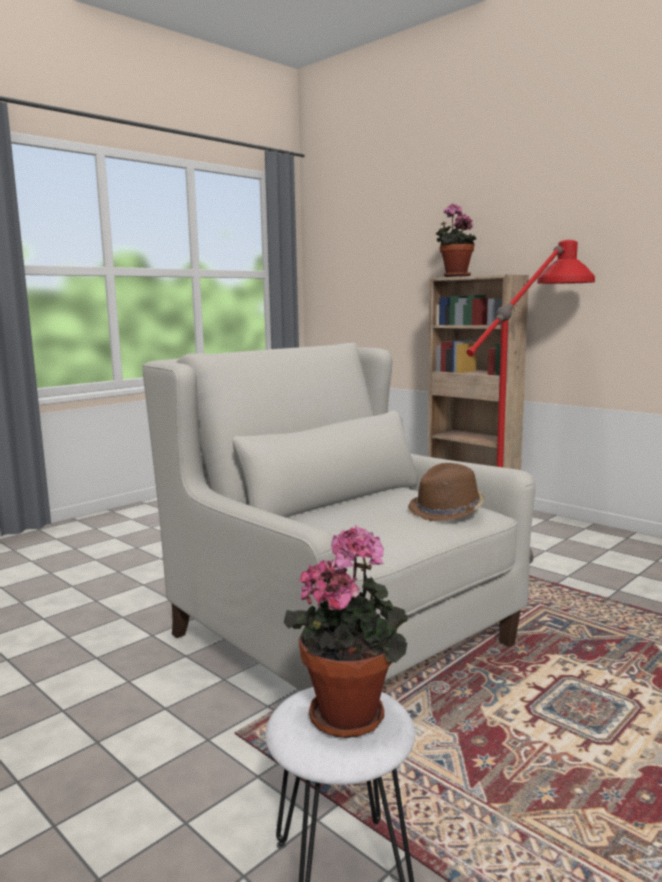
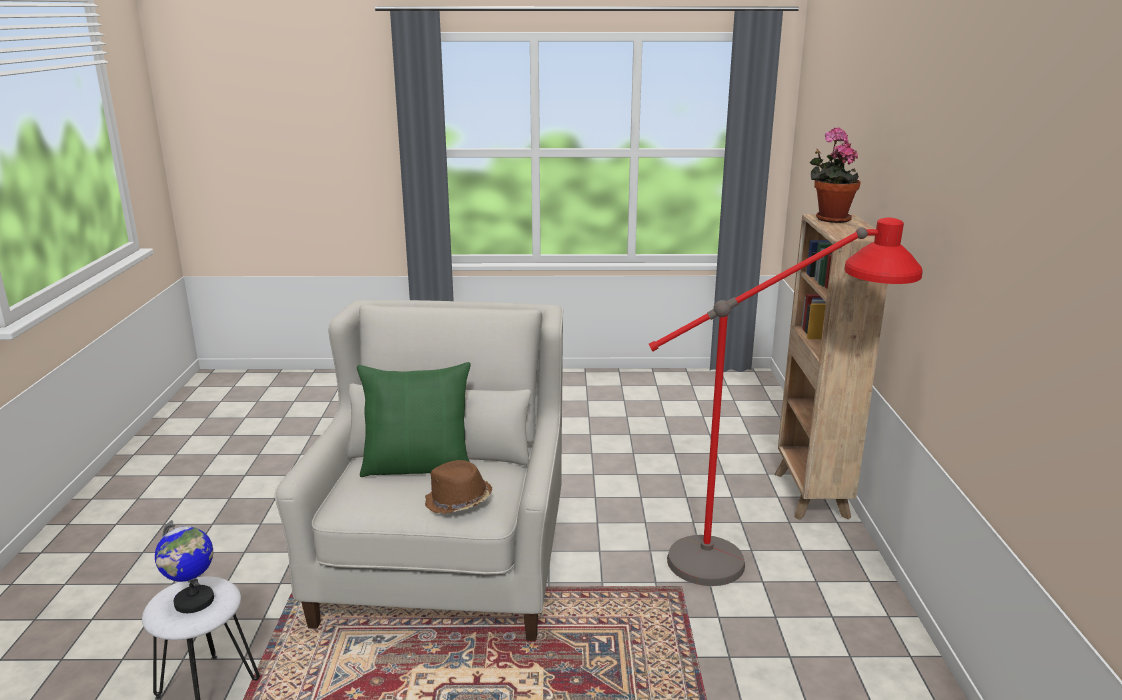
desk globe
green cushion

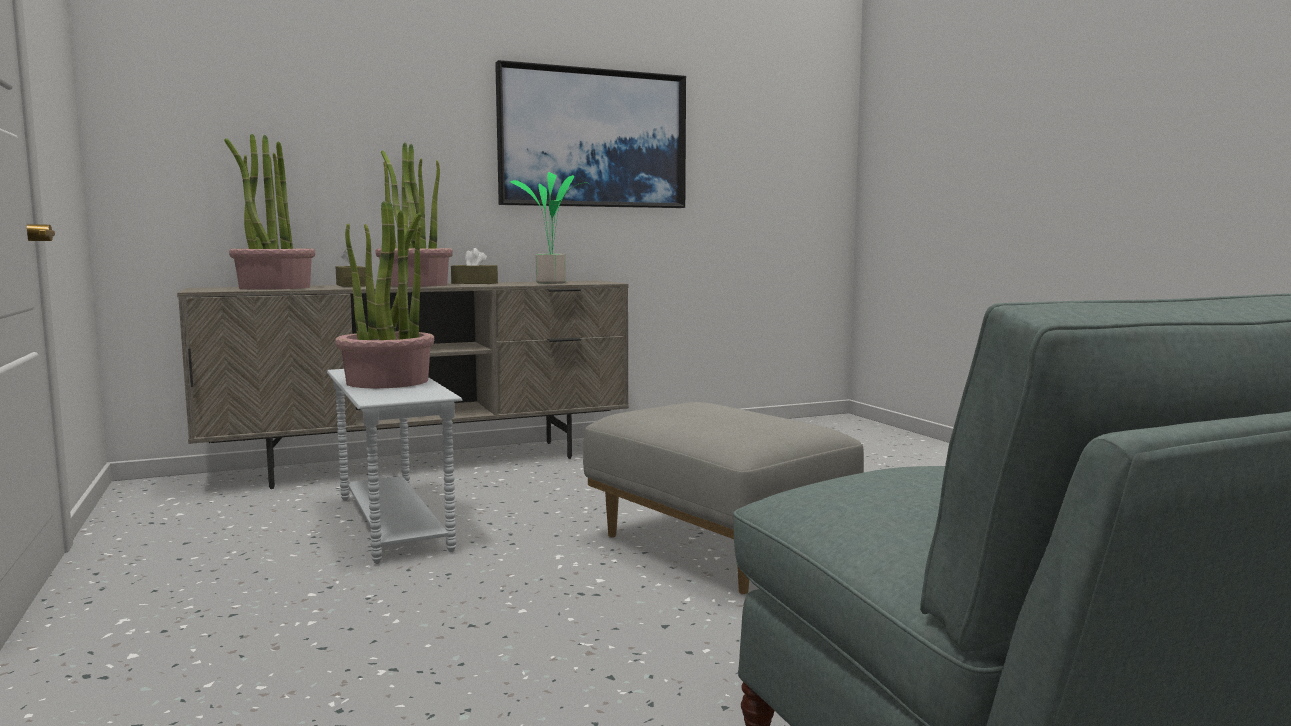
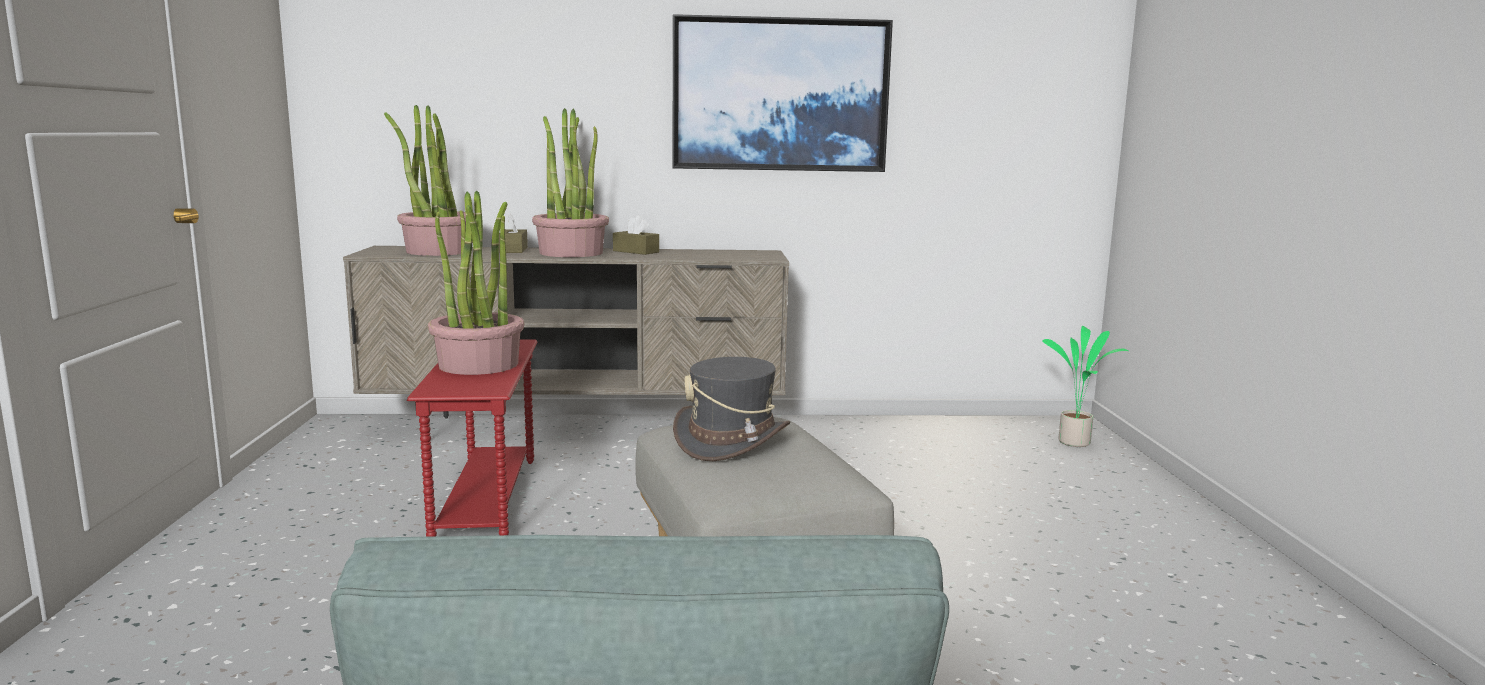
reddish accent table
greyish clothing hat
plant in a pot (4th from left)

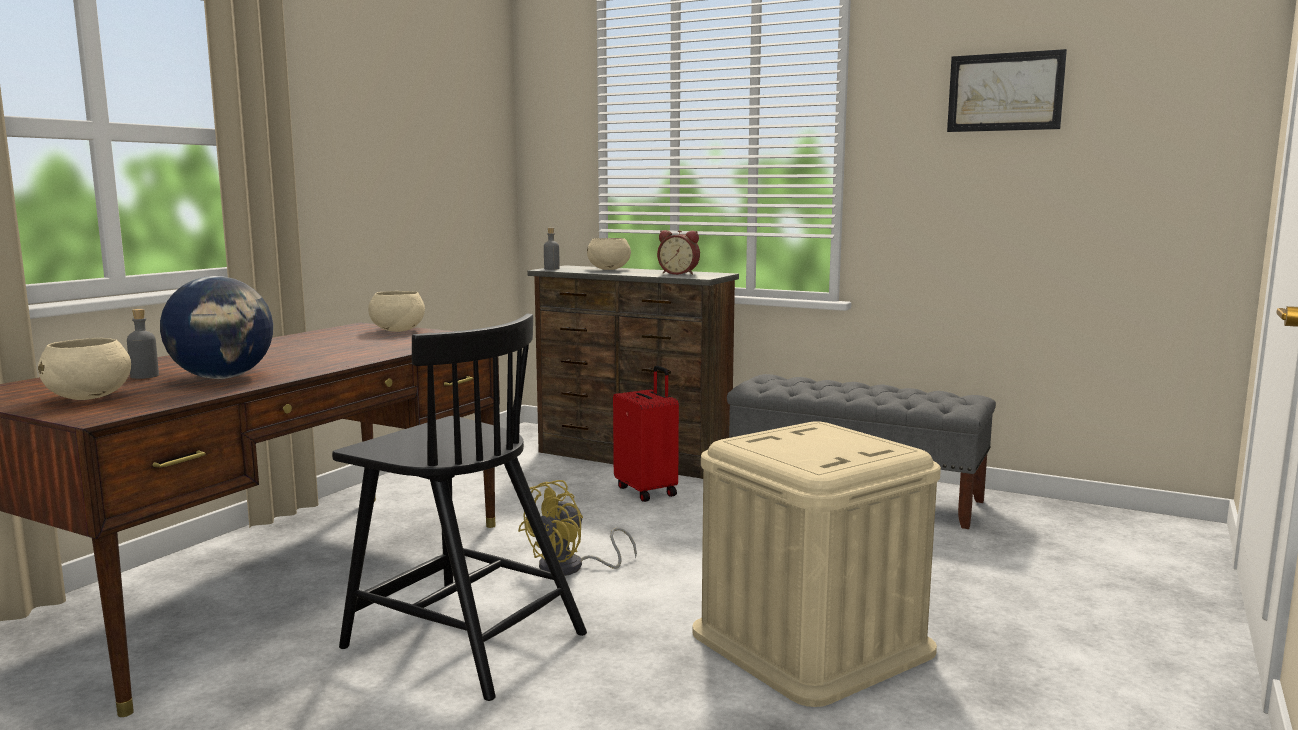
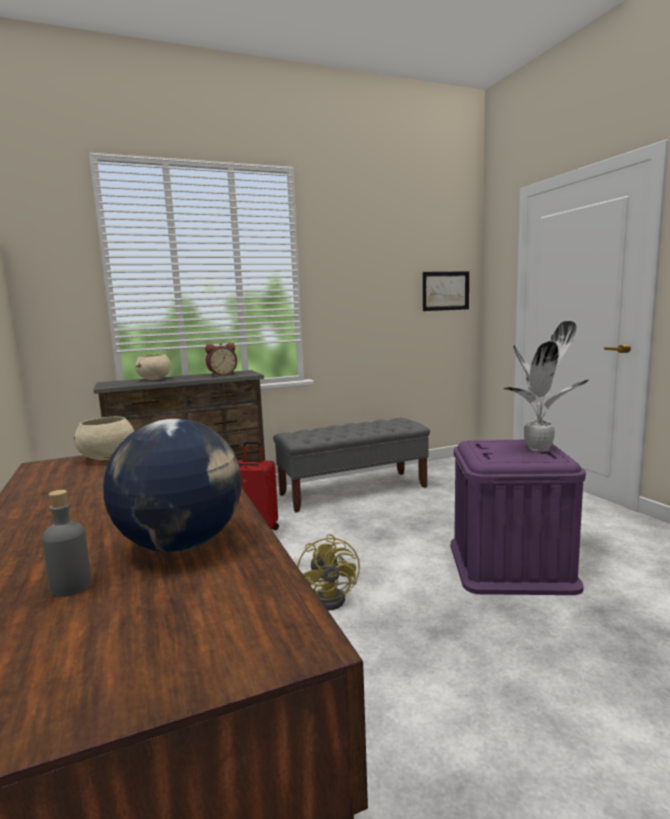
picture
purplish storage box
plant in a pot
beige deep dish (1st from left in the first image)
black chair
greyish beverage bottle (2nd from left in the first image)

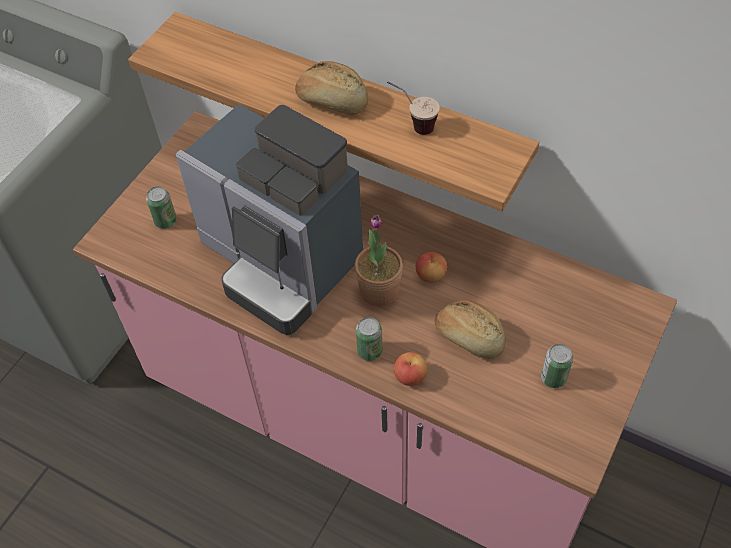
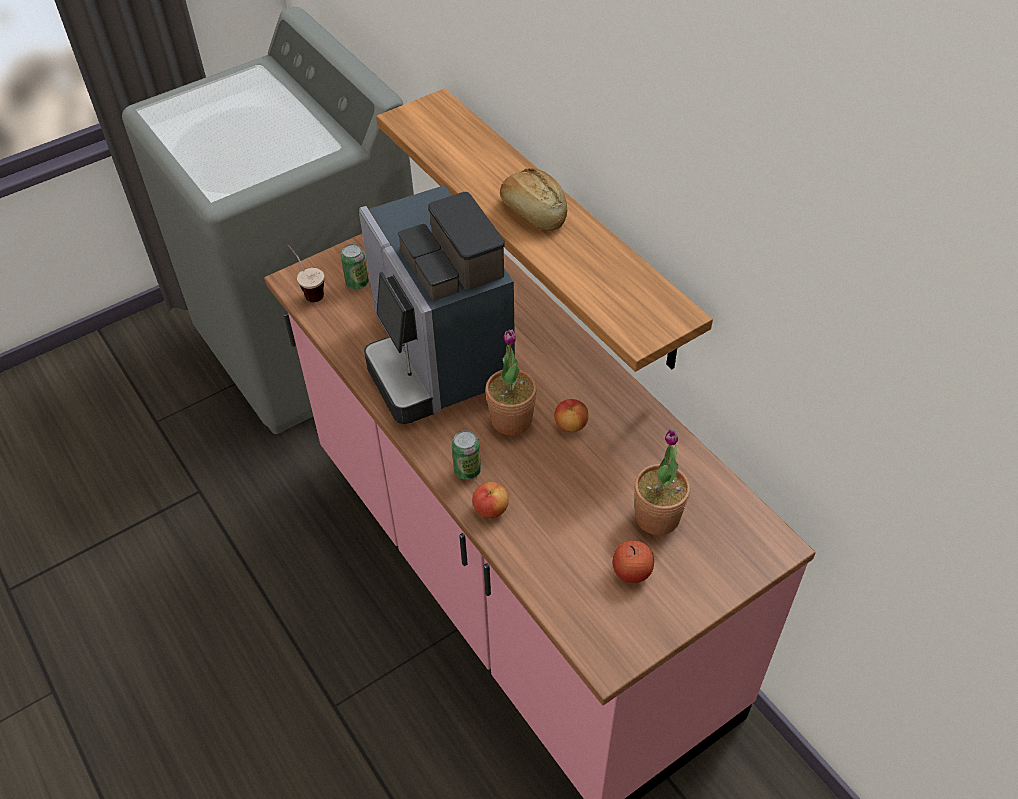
cup
apple fruit (3rd from left)
plant in a pot (2nd from left)
bread (2nd from left in the first image)

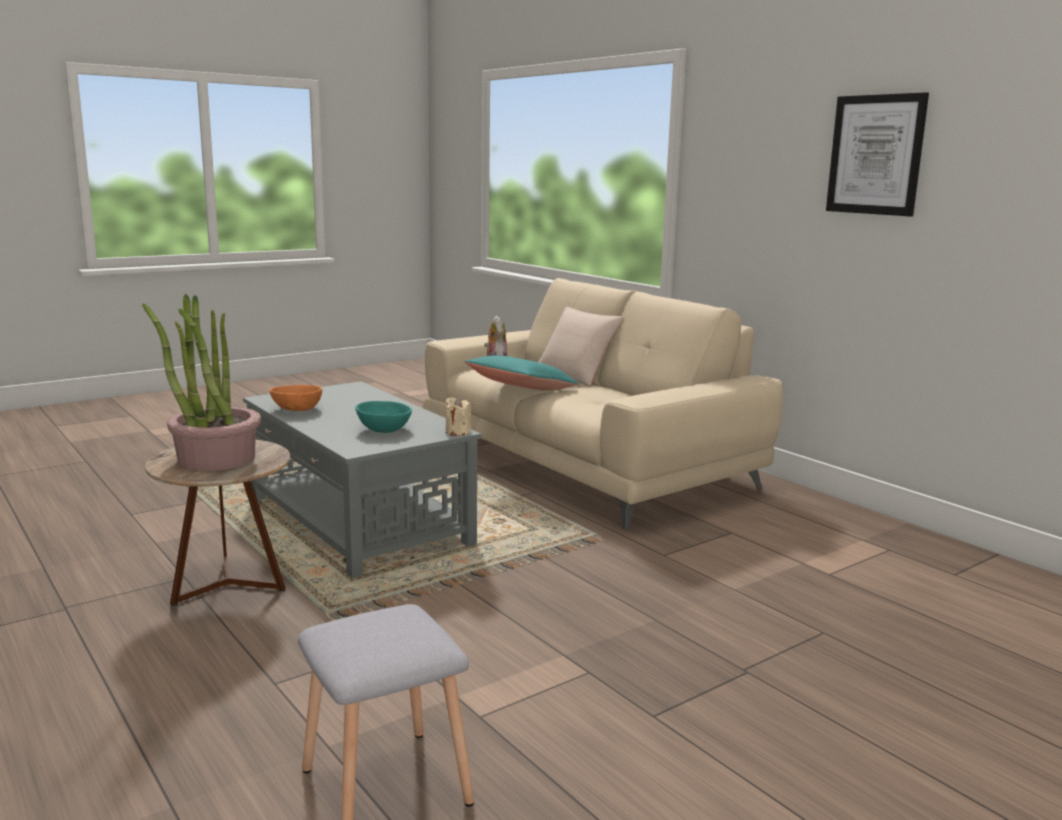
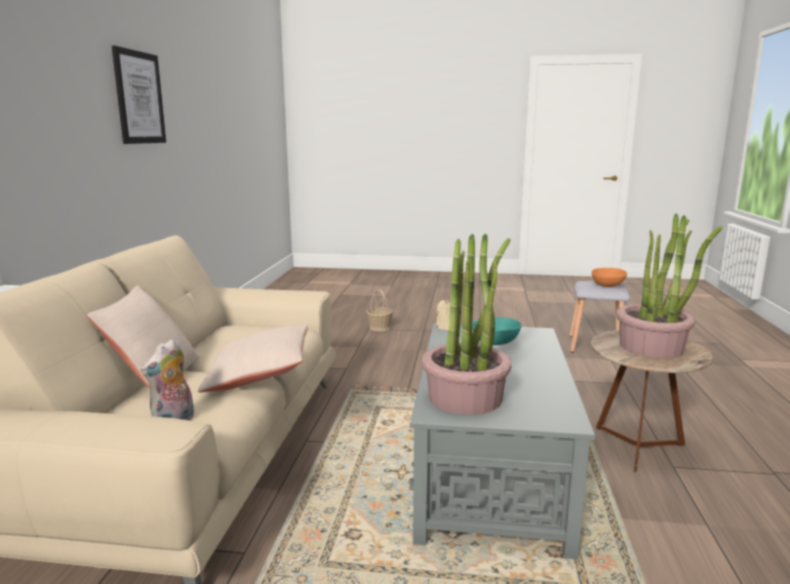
beige cushion (2nd from left)
storage basket
plant in a pot (1st from left)
orange-coloured deep dish

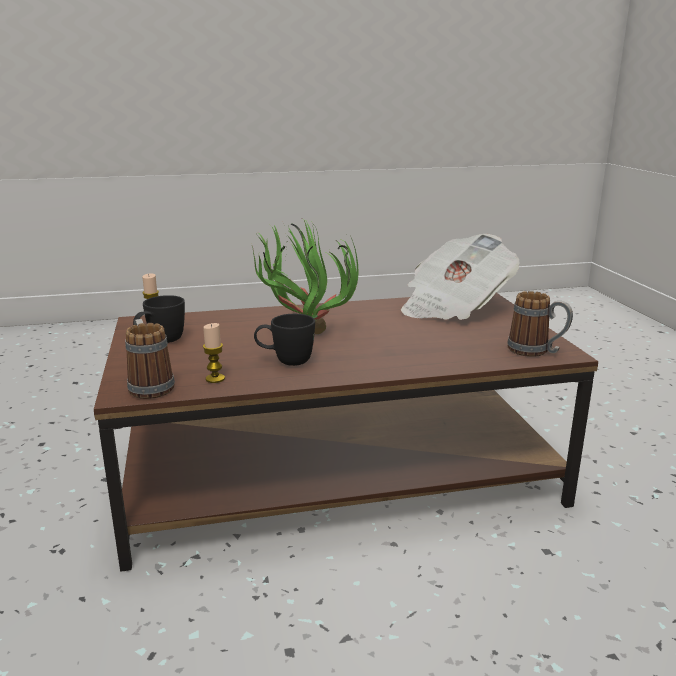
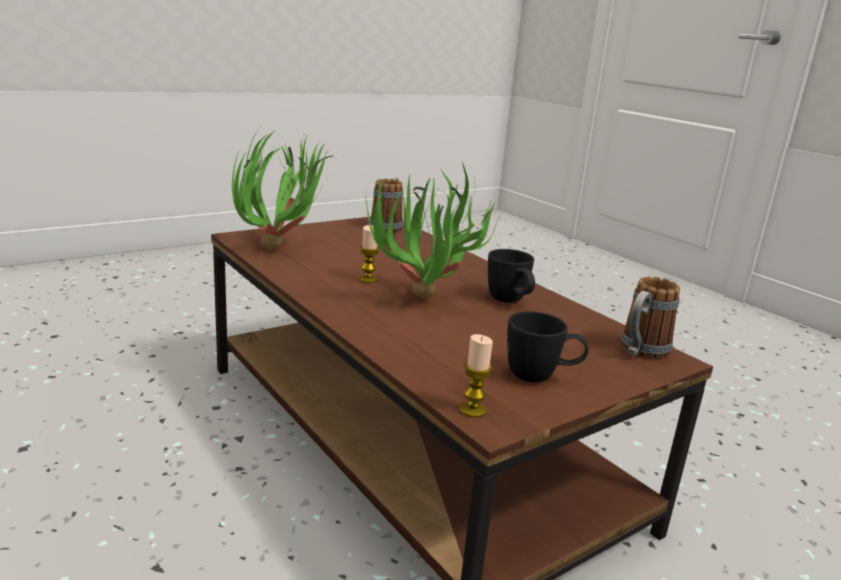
plant in a pot (1st from left)
candle (1st from left)

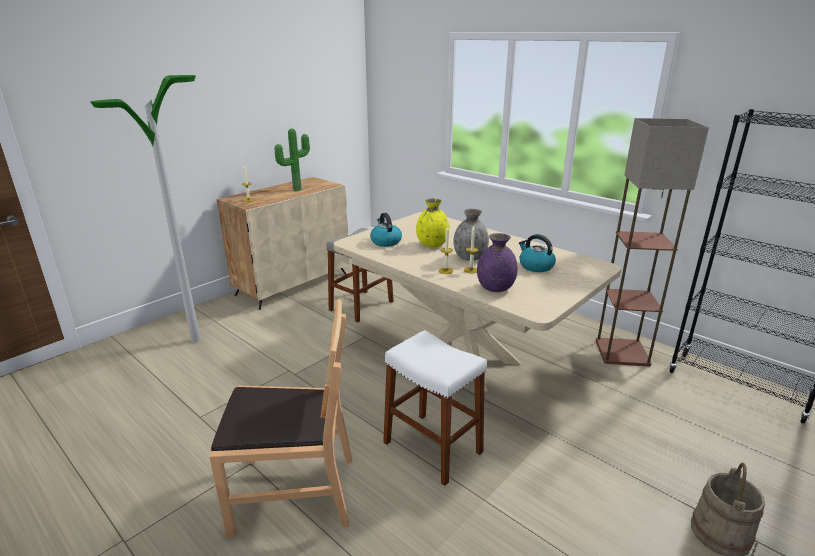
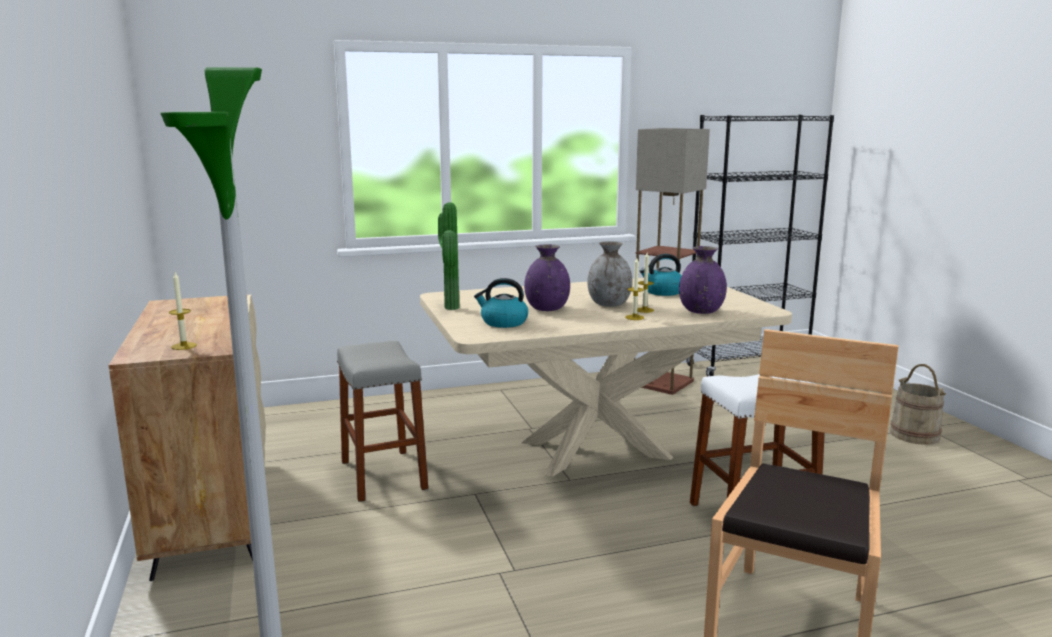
plant in a pot
purplish vase (1st from left)

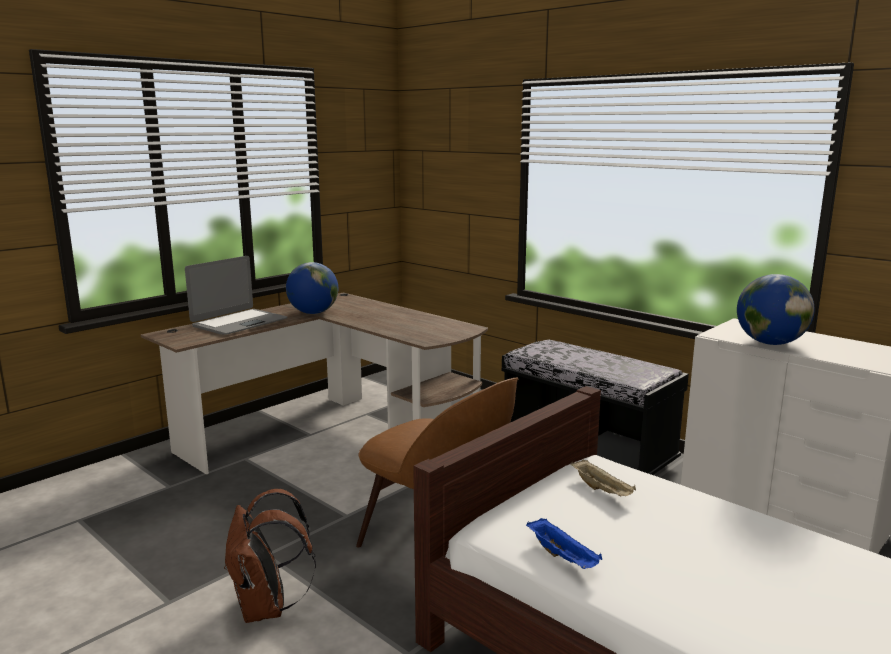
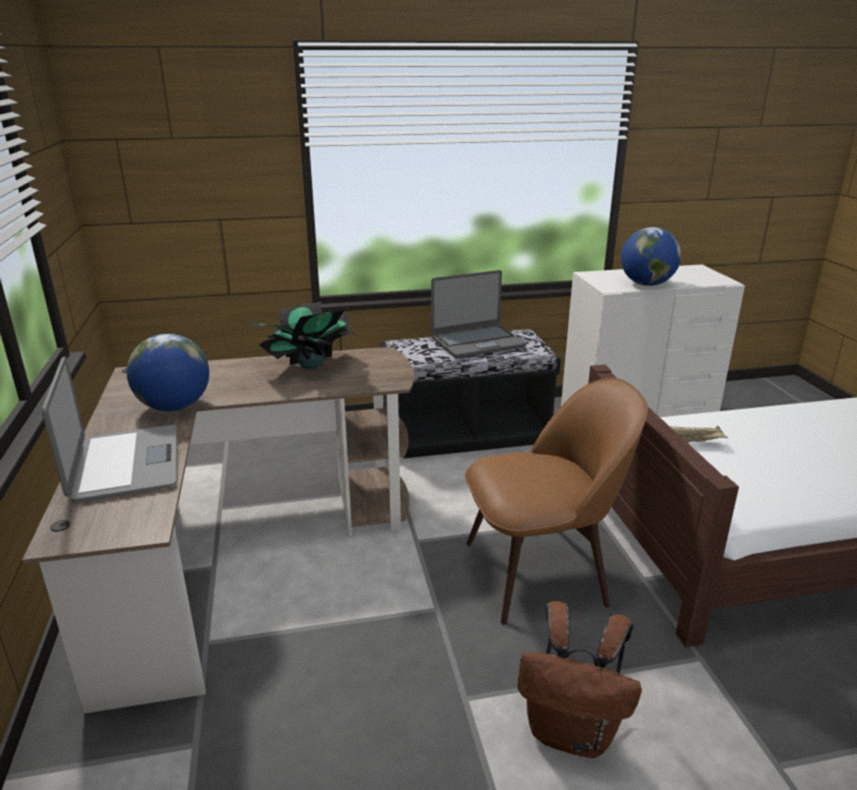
plant in a pot
notebook computer (2nd from left)
bluish carrying tray

